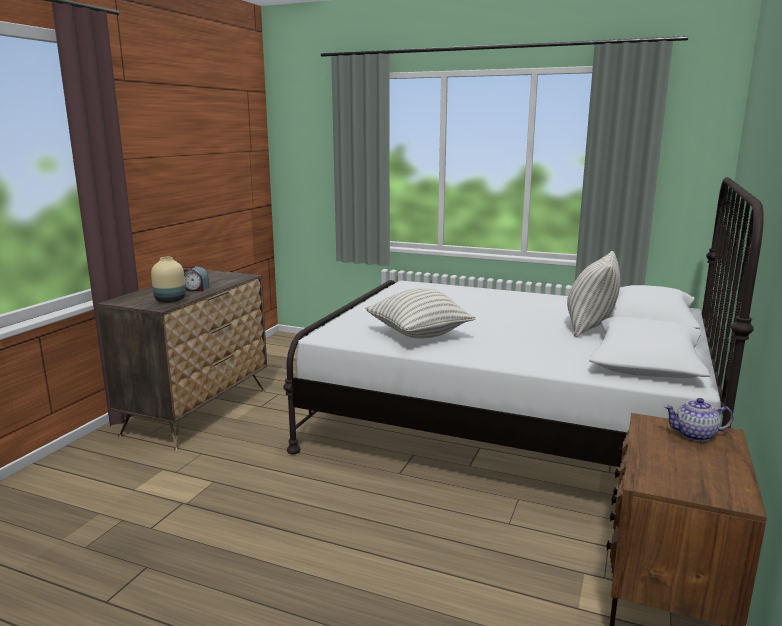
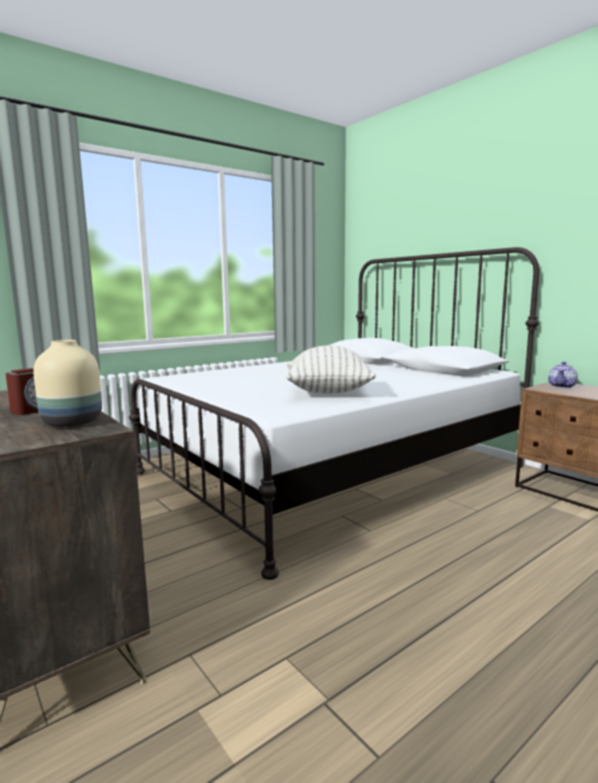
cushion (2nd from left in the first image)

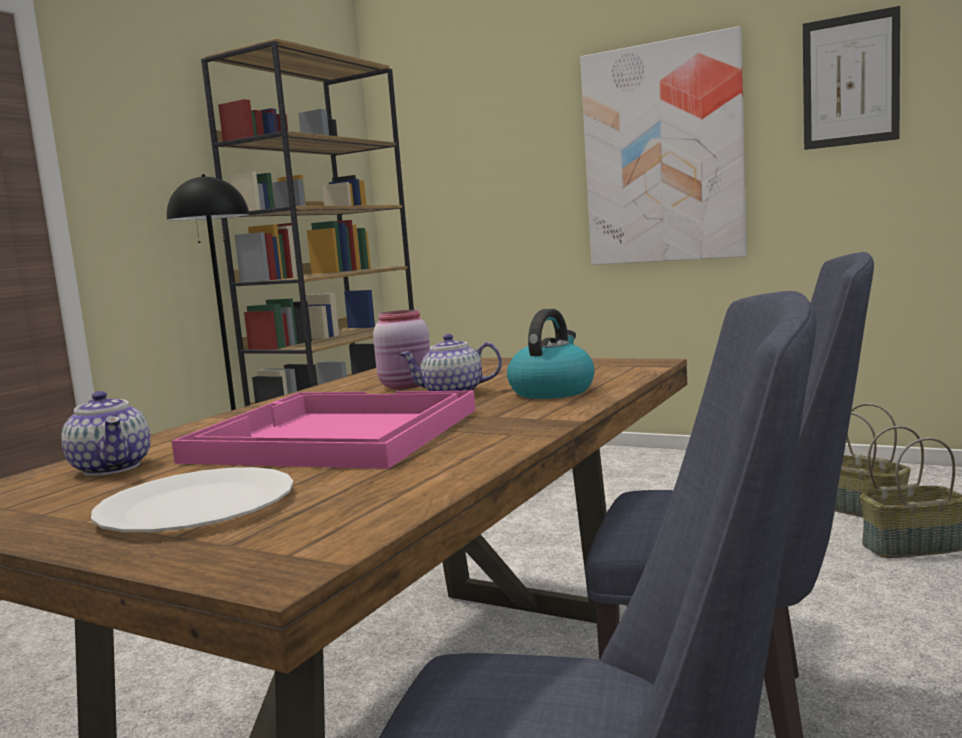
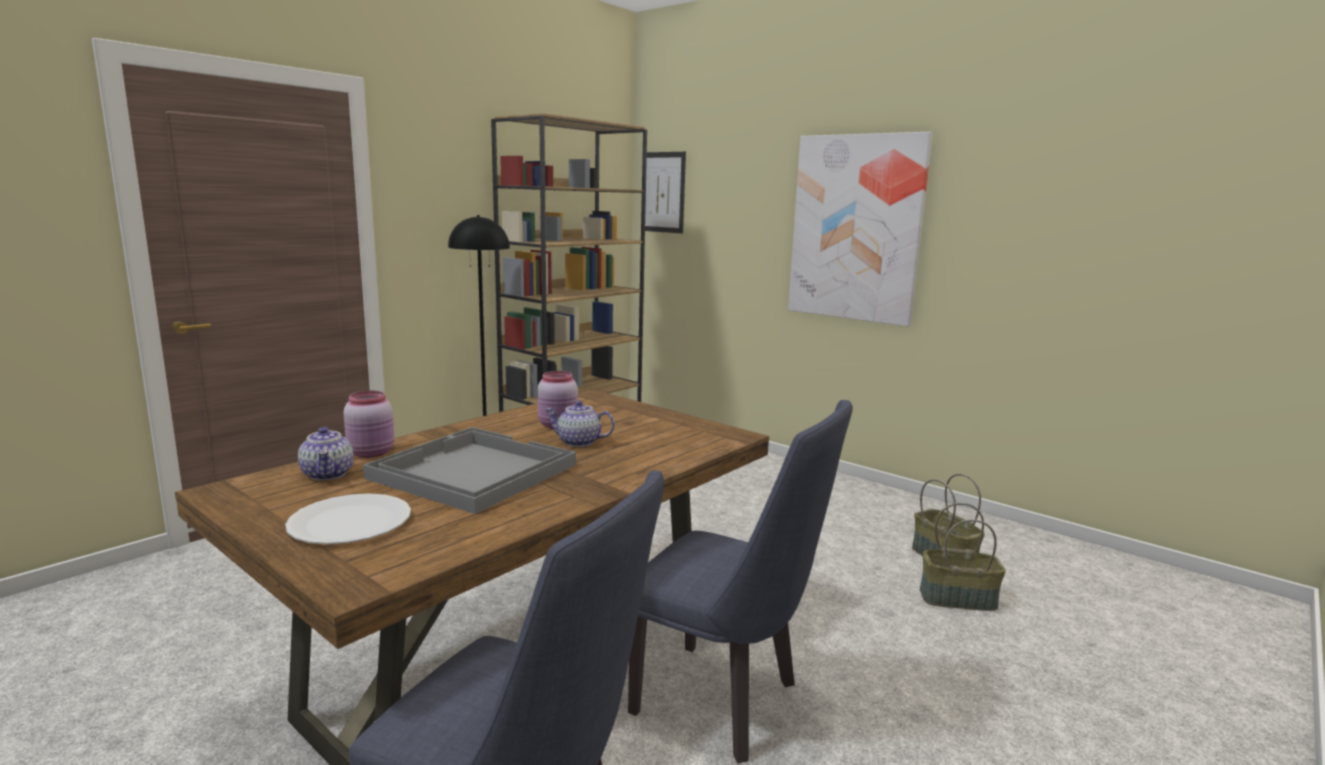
pink preserve jar (1st from left)
greyish carrying tray
picture (1st from left)
tea kettle

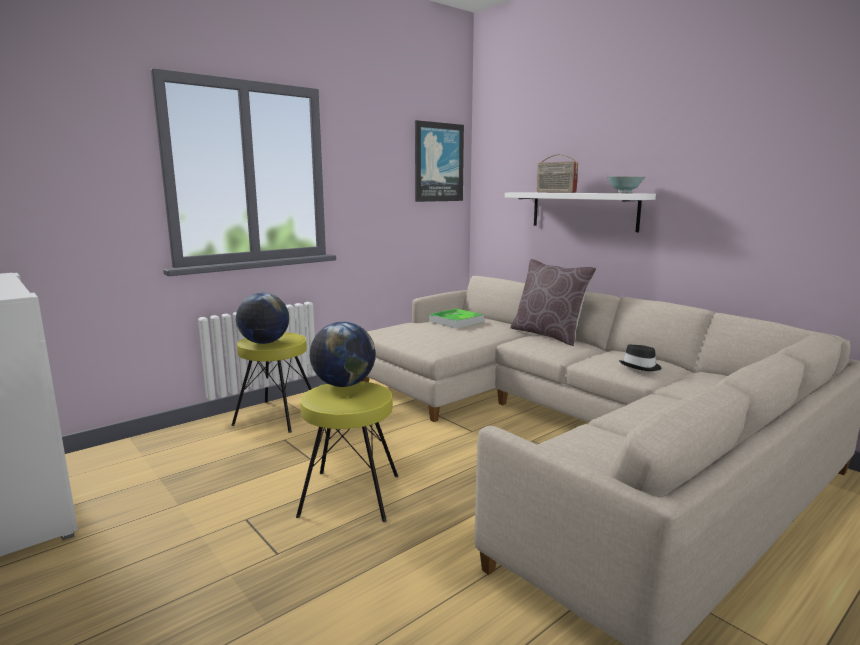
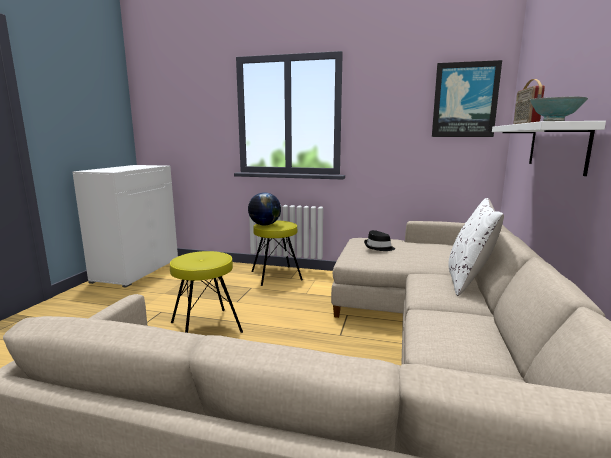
black clothing hat
whitish cushion
desk globe (2nd from left in the first image)
carrying tray

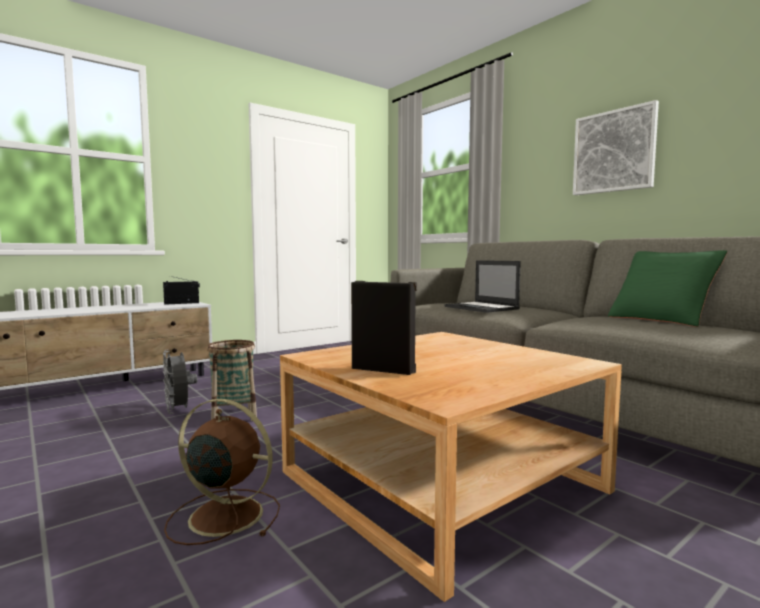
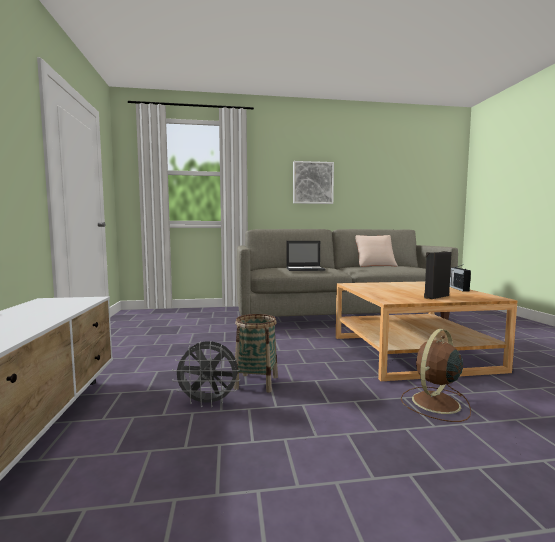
beige cushion
radio

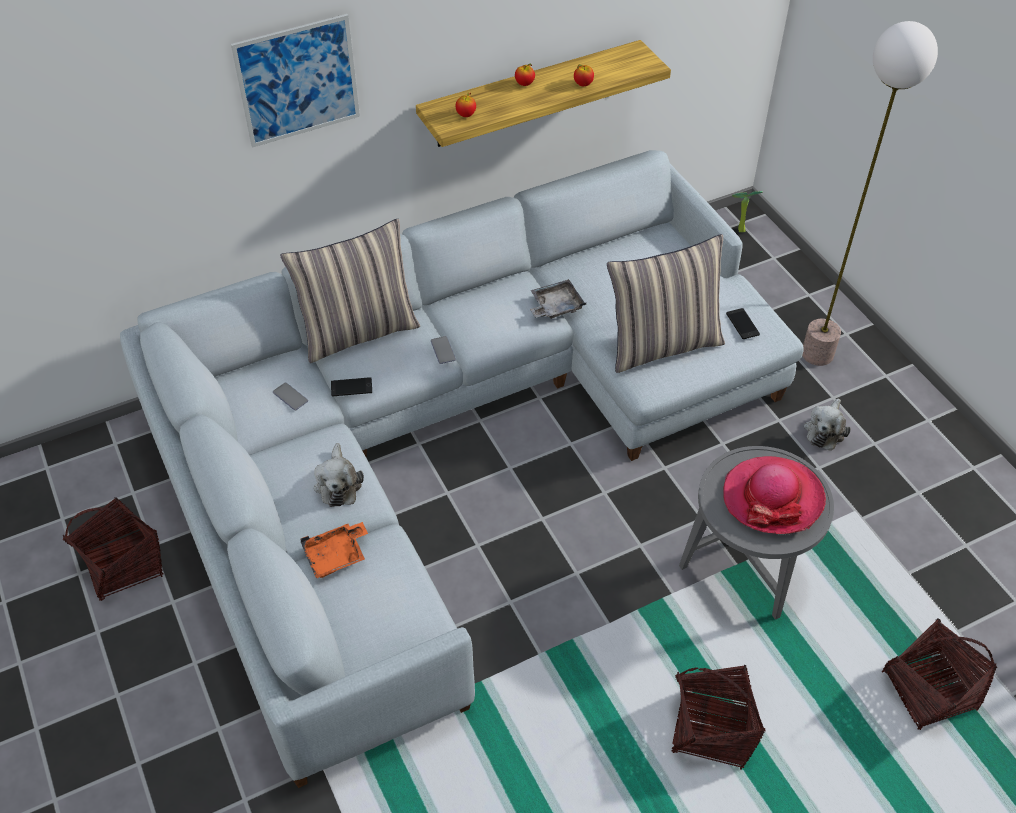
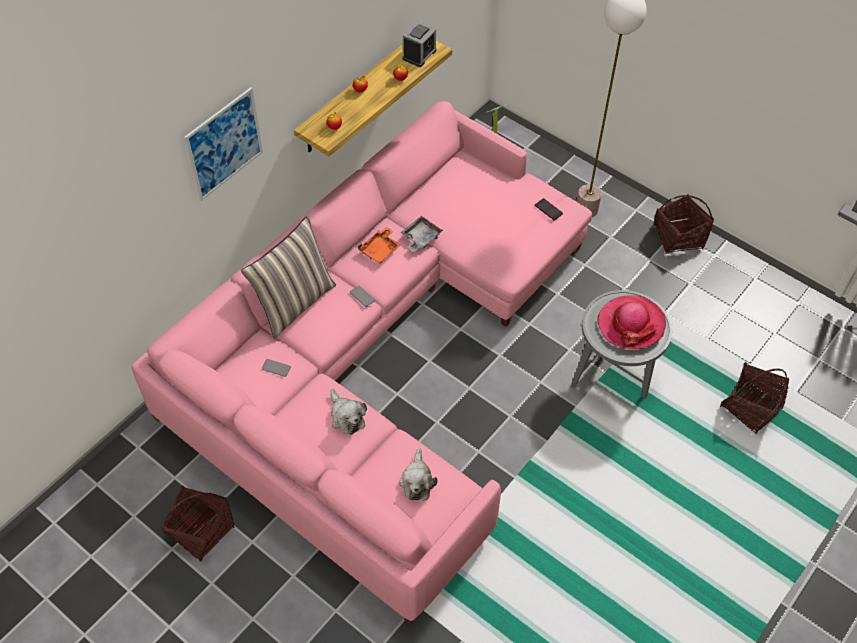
pink sofa
orange-coloured carrying tray
soft toy (2nd from left)
bedside clock
storage basket (2nd from left)
telephone (2nd from left in the first image)
cushion (2nd from left in the first image)

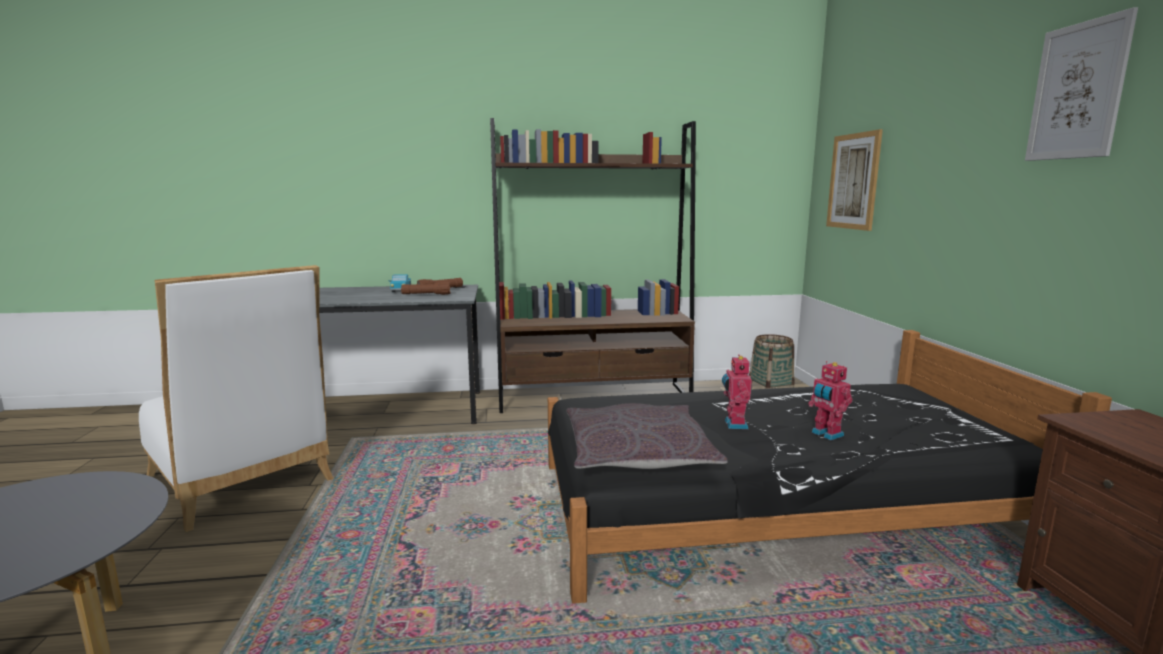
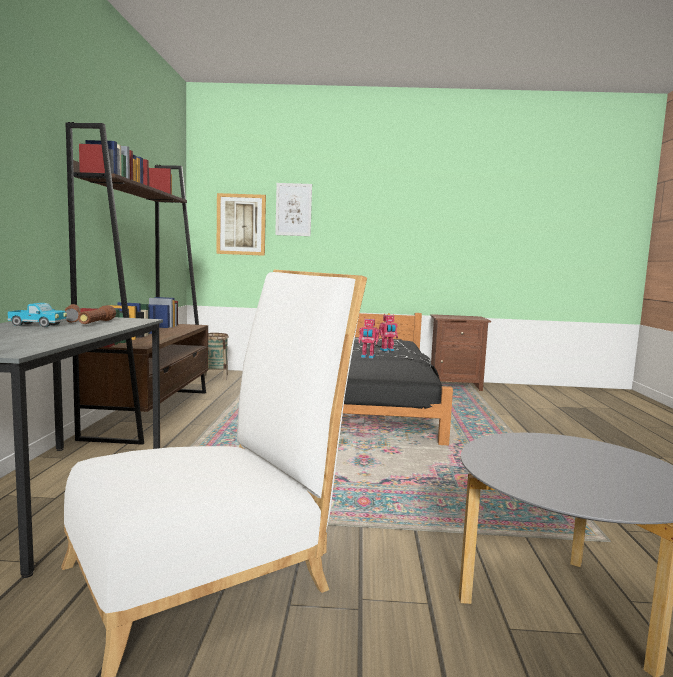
picture (2nd from left)
greyish cushion

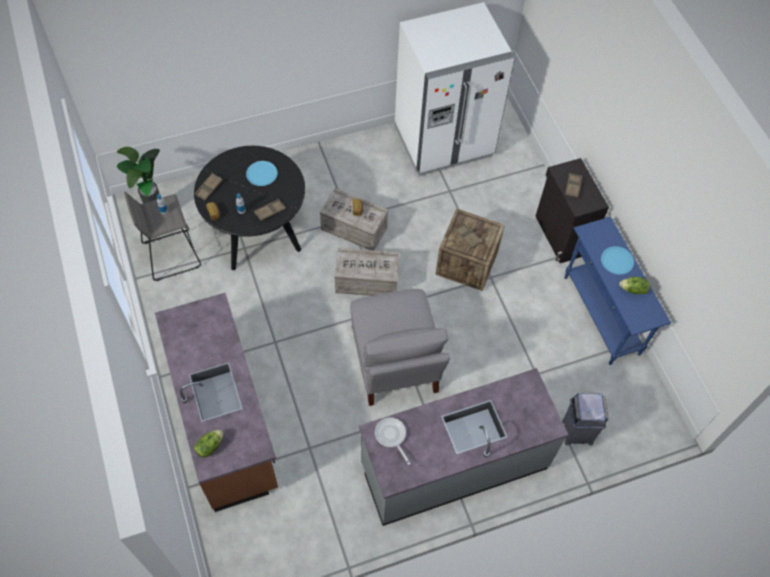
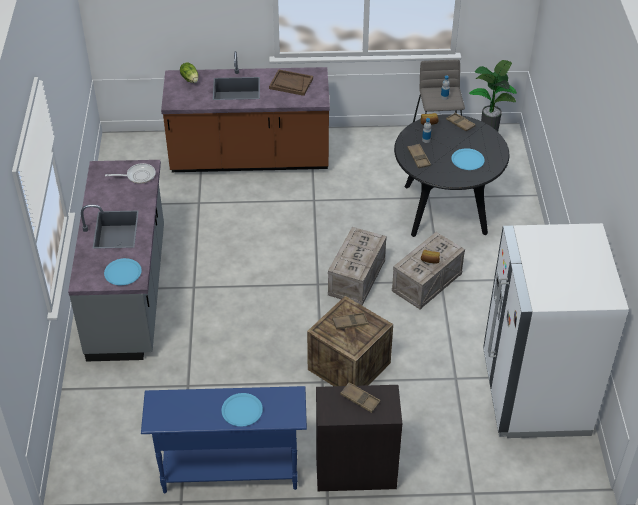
bluish dinner plate (1st from left)
brown carrying tray (1st from left)
greyish chair
greyish trash can
head of lettuce (2nd from left in the first image)

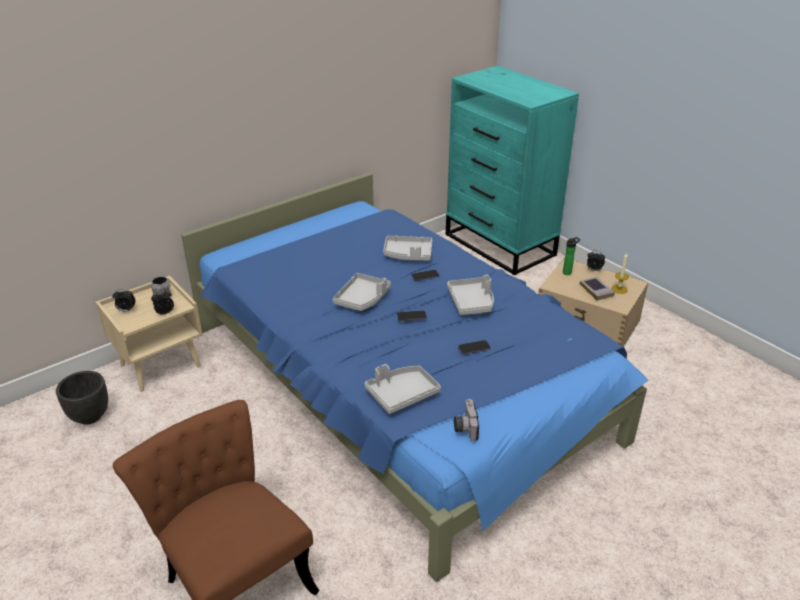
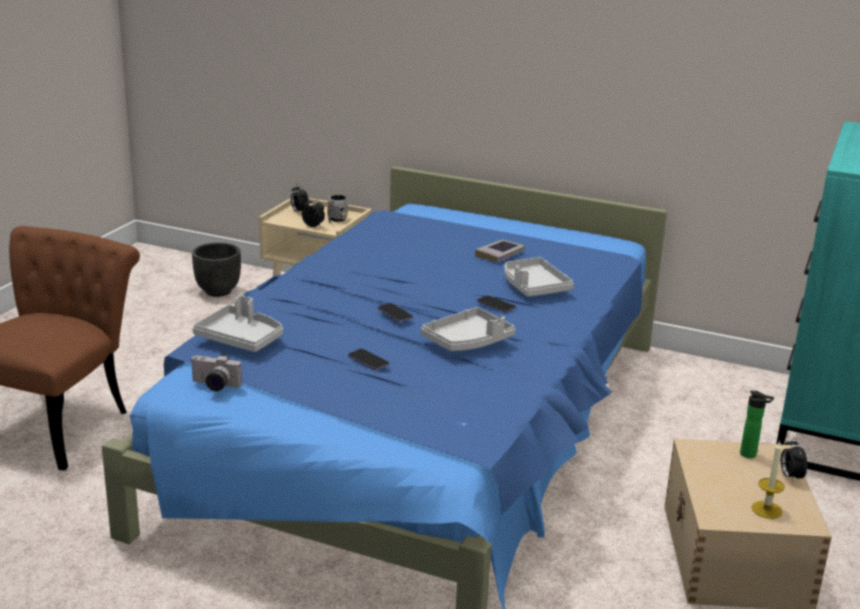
still camera
volume
greyish carrying tray (1st from left in the first image)

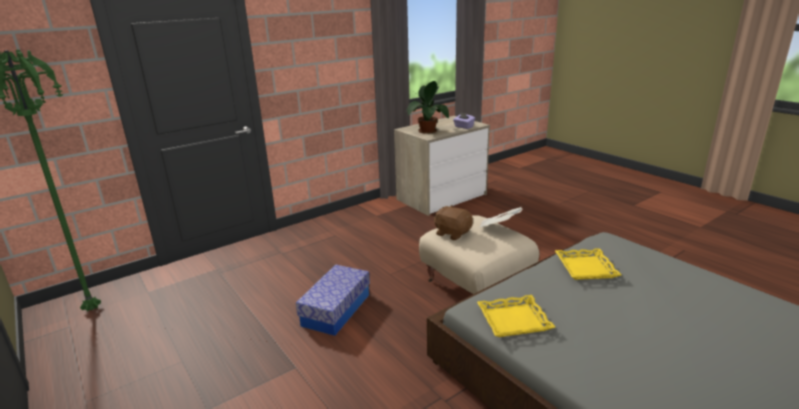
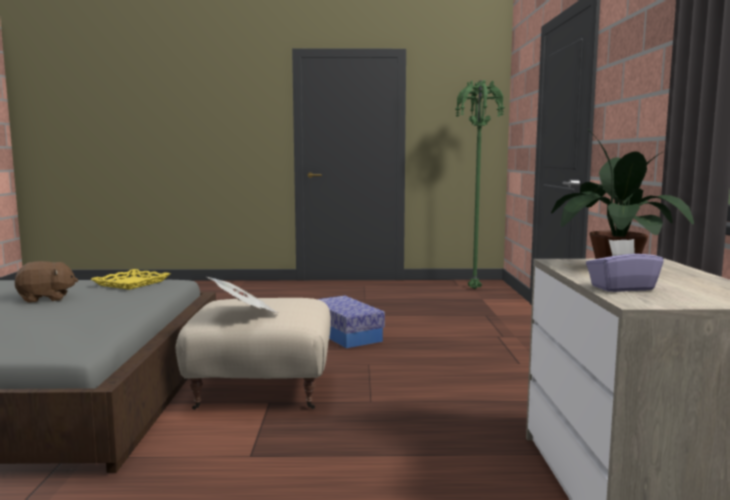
brown soft toy
yellow-coloured carrying tray (2nd from left in the first image)

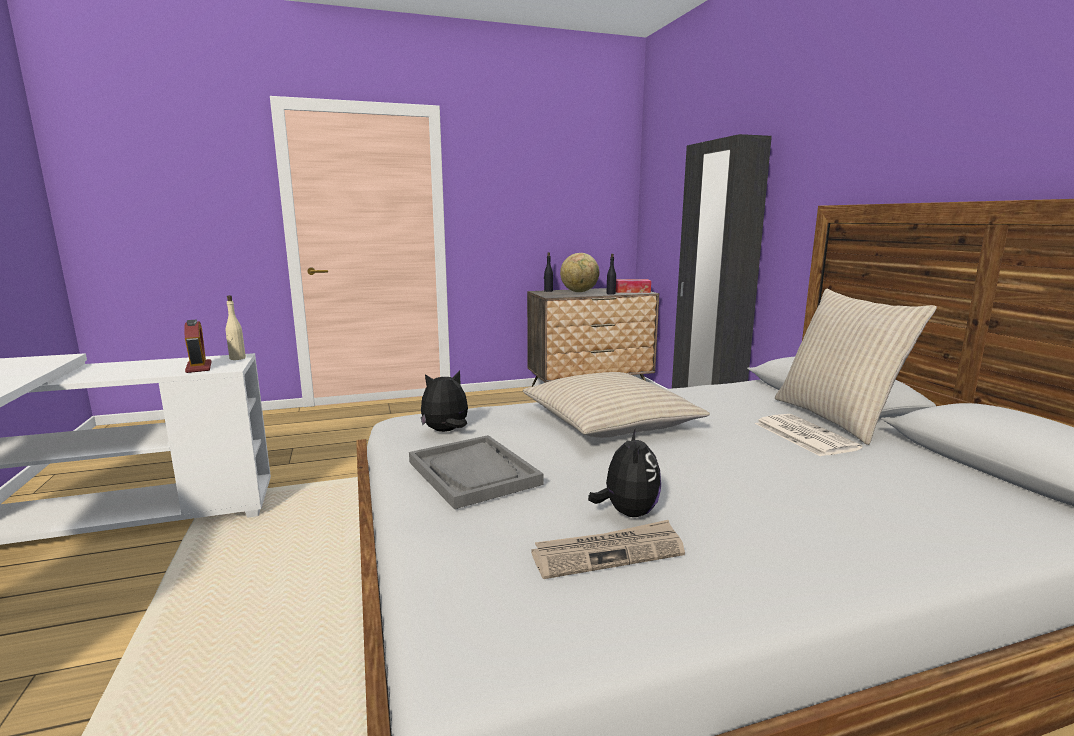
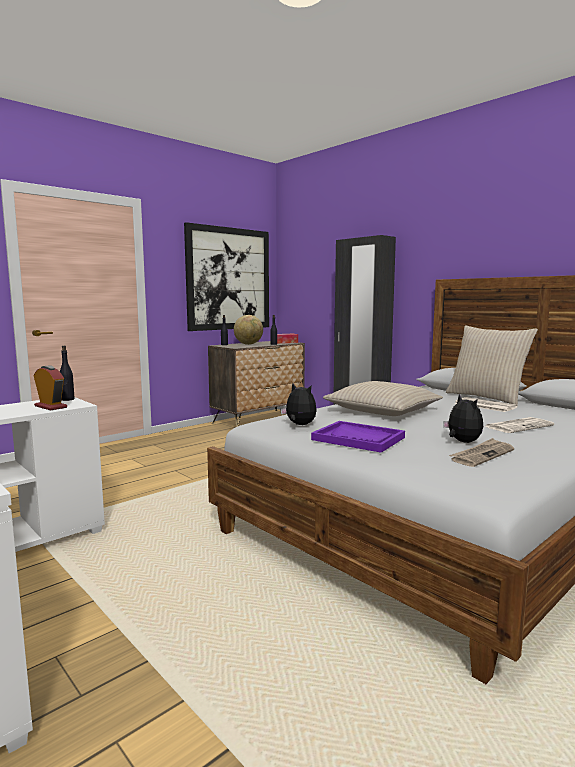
black beverage bottle (1st from left)
picture
soft toy (1st from left)
purplish carrying tray
printed paper (3rd from left)

